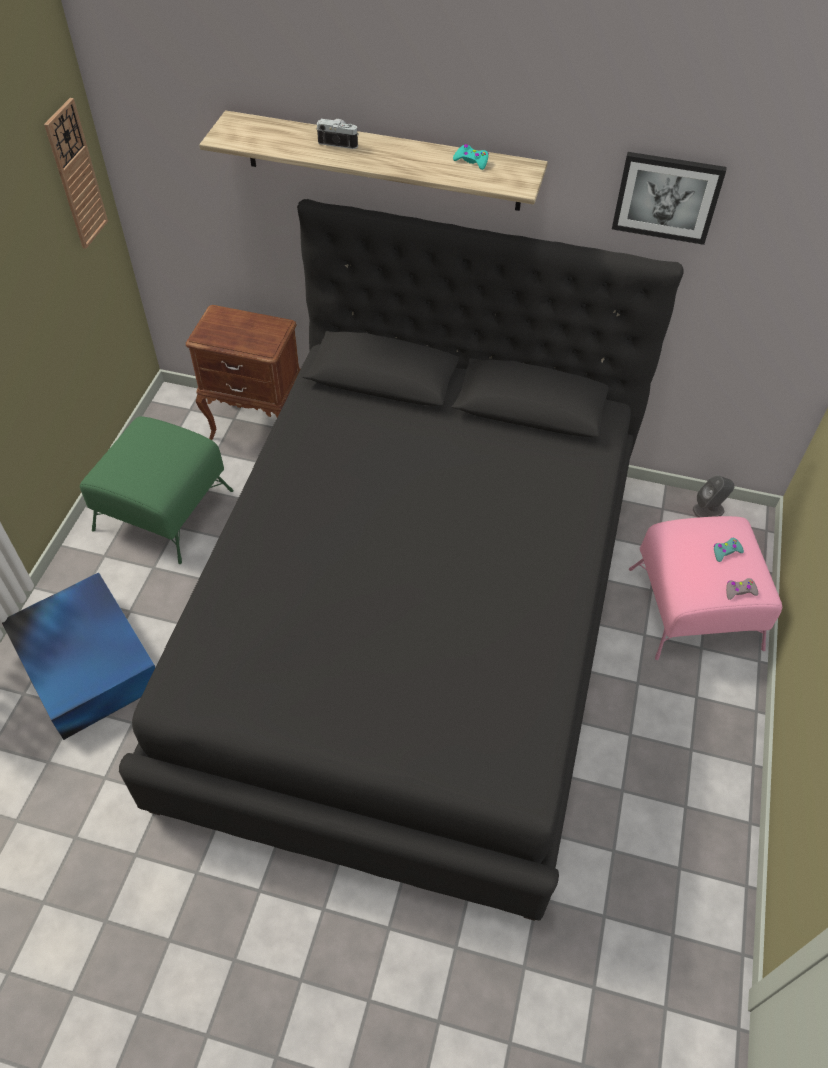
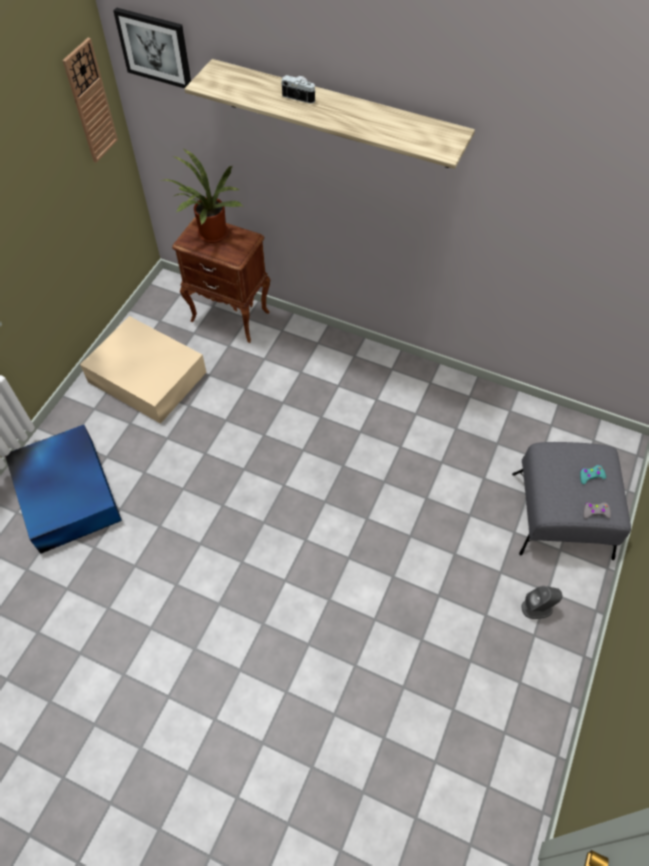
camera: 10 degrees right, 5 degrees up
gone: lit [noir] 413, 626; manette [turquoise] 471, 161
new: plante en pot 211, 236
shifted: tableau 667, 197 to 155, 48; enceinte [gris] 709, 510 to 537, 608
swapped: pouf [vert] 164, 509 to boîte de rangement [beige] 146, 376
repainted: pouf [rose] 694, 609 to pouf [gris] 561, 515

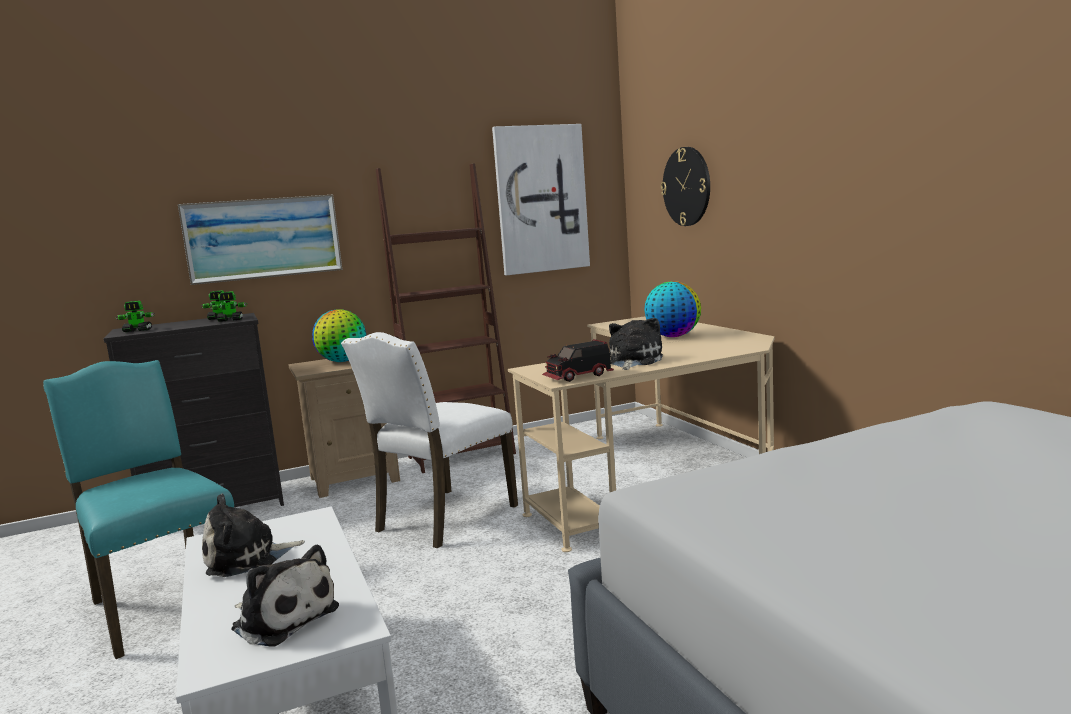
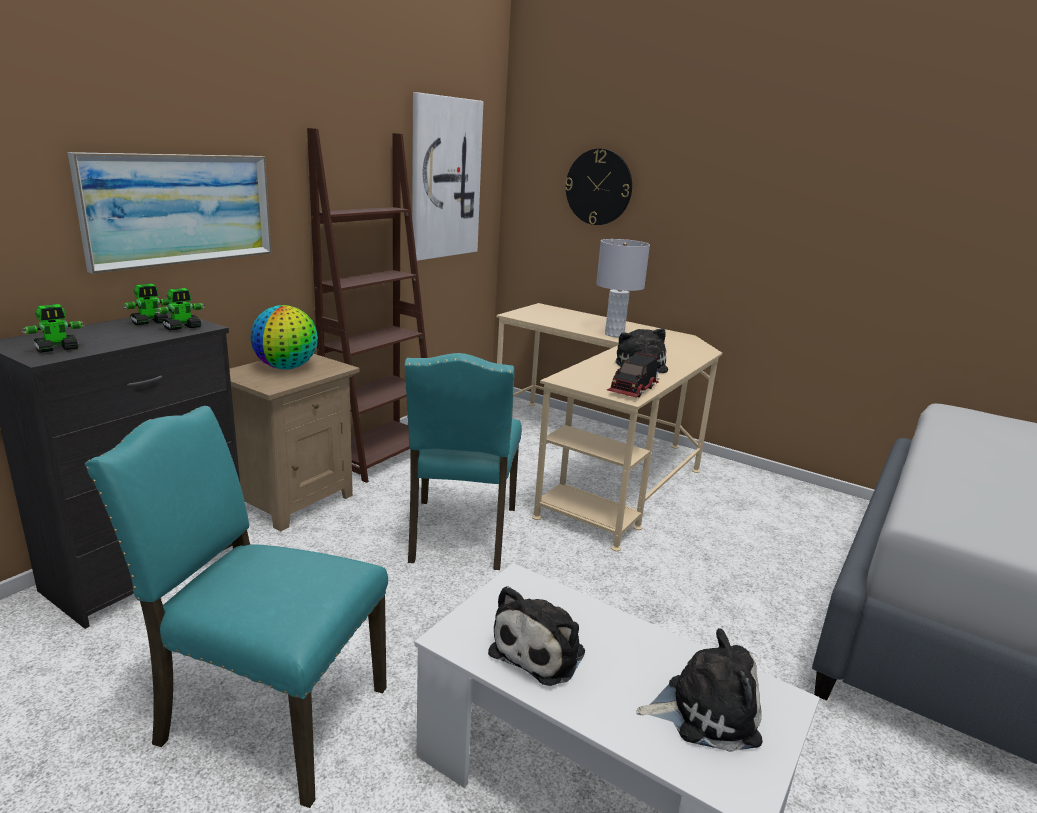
camera: 35 degrees left, 10 degrees up
swapped: globe 673, 336 to lampe de table [gris] 614, 334
repainted: chaise [blanc] 443, 519 to chaise [turquoise] 461, 535

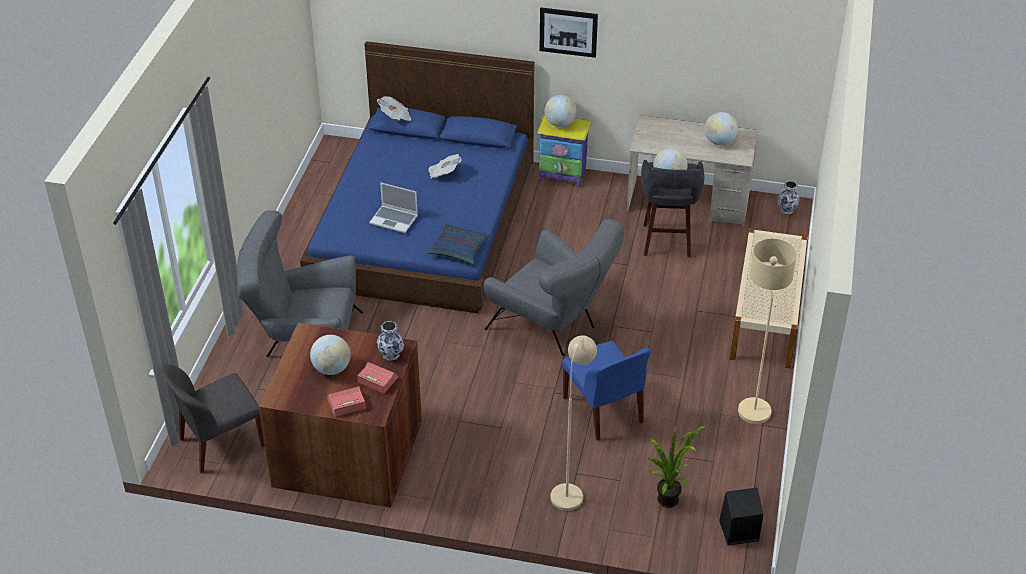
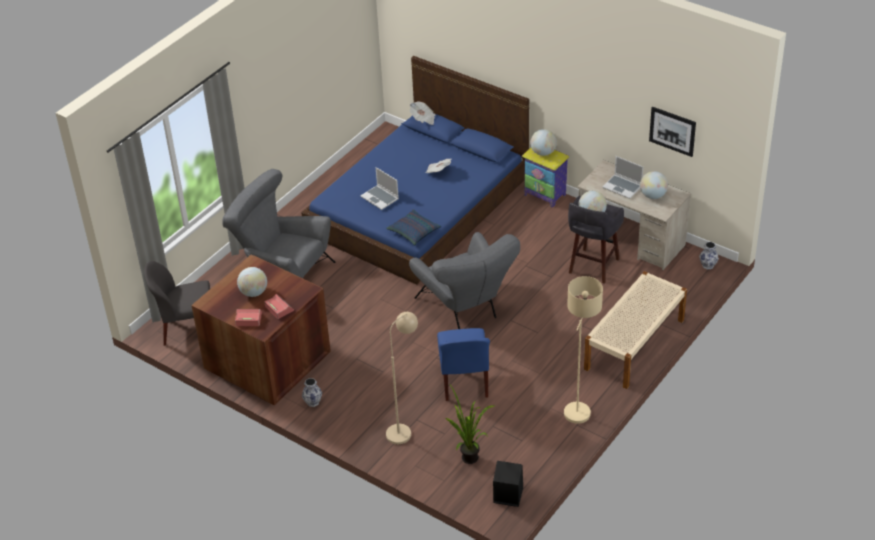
camera: 25 degrees right, 0 degrees up
new: ordinateur portable 623, 187
shifted: vase 390, 355 to 312, 402; tableau 568, 32 to 672, 131

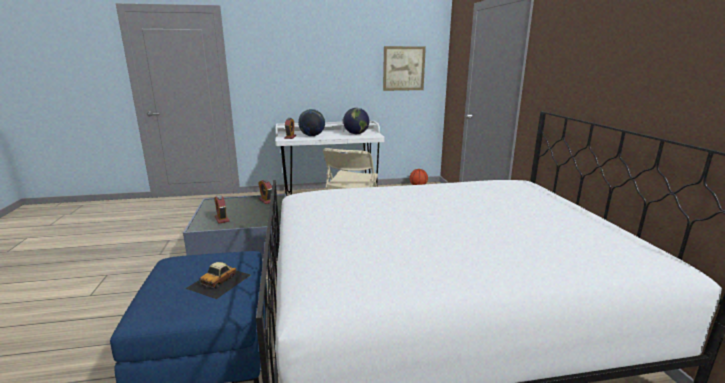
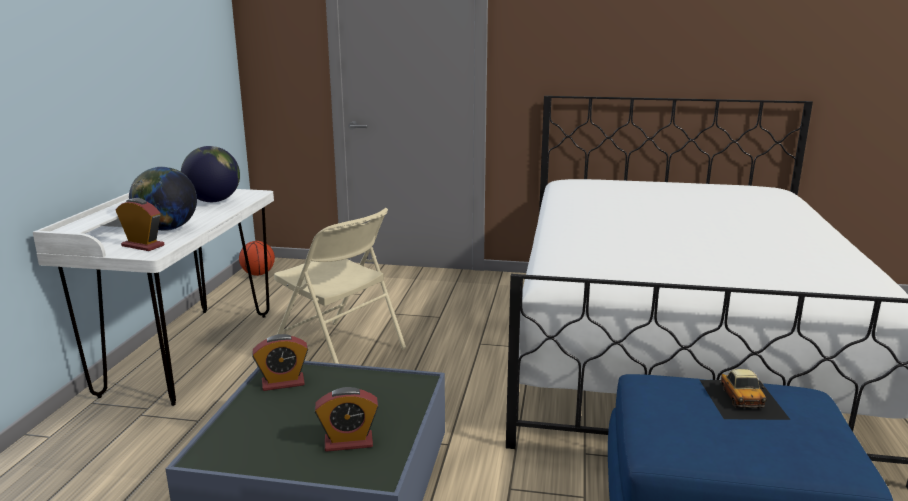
camera: 70 degrees left, 0 degrees up
gone: tableau 403, 68
rotated: petite voiture 219, 281 = 743, 398 45 degrees clockwise

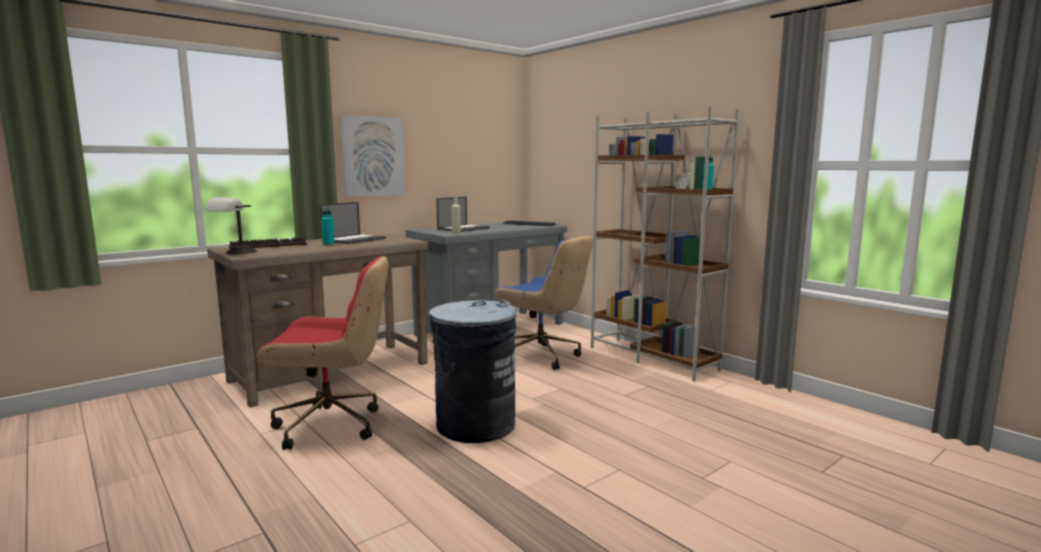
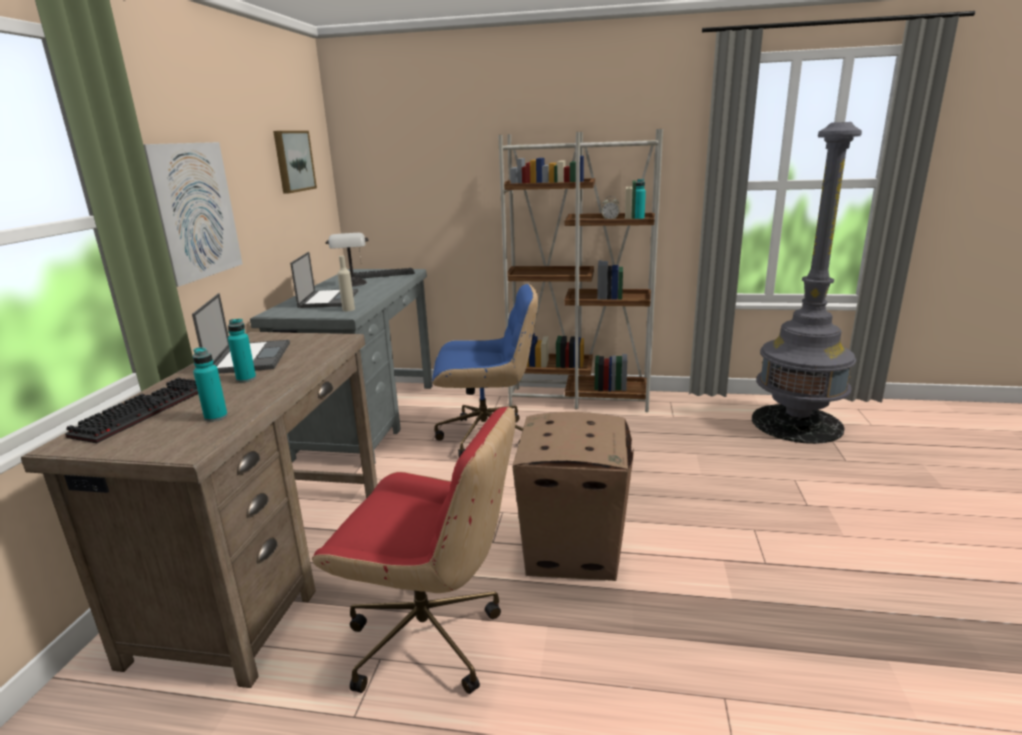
camera: 40 degrees left, 10 degrees up
new: bouteille [turquoise] 216, 417; tableau 293, 161; lampadaire [gris] 796, 423
shifted: lampe de table 236, 252 to 353, 284
swapped: poubelle [gris] 474, 425 to carton 573, 549
rotated: chaise de bureau [rouge] 332, 426 = 430, 643 60 degrees clockwise

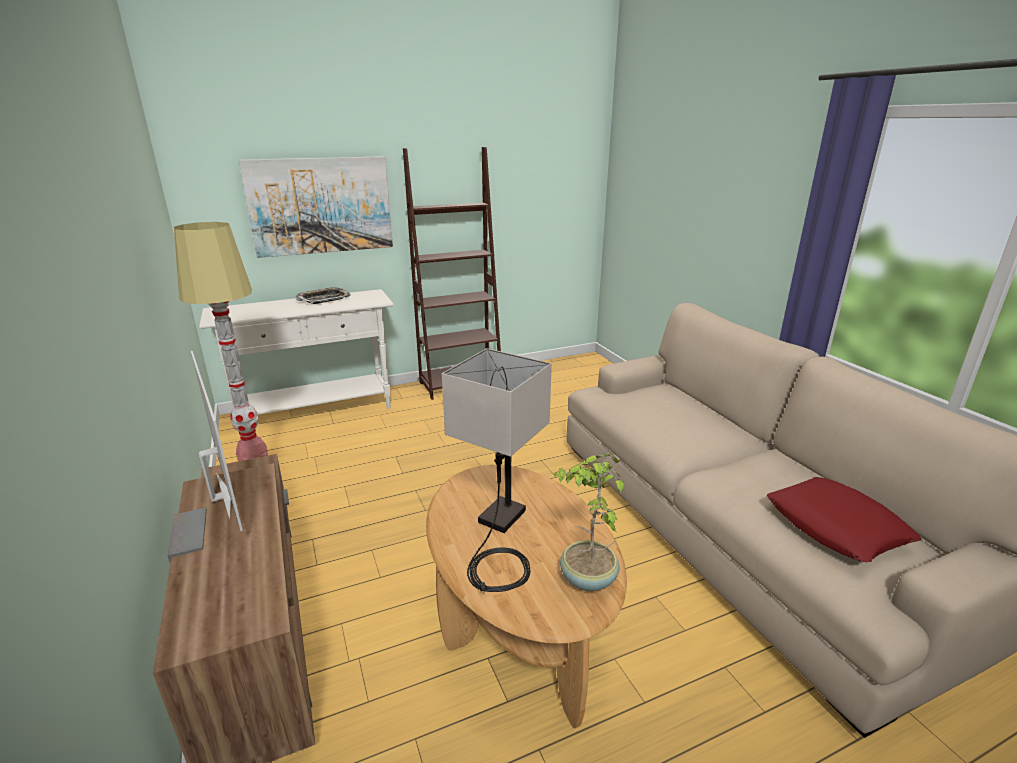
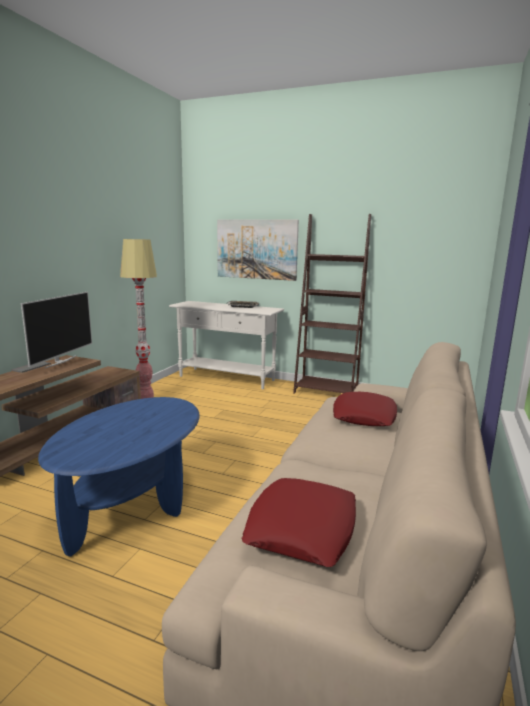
camera: 45 degrees right, 10 degrees down
gone: lampe de table 498, 538; plante en pot 587, 579
new: coussin [rouge] 364, 416
repainted: table basse [marron] 519, 625 to table basse [bleu] 133, 503

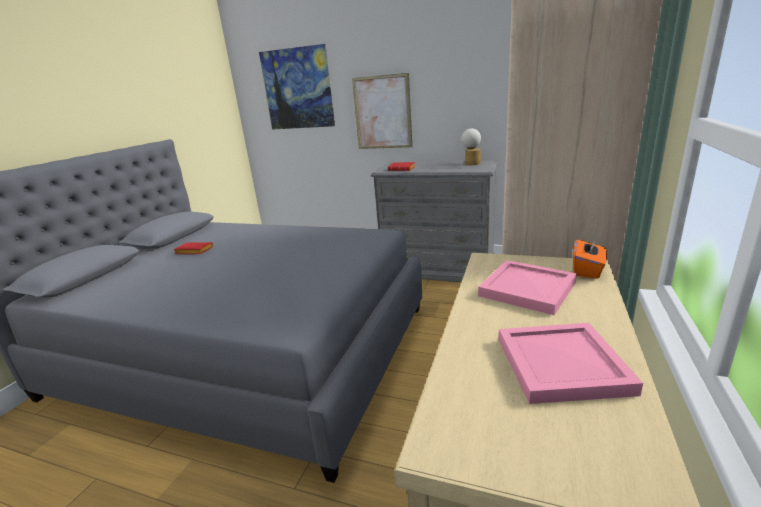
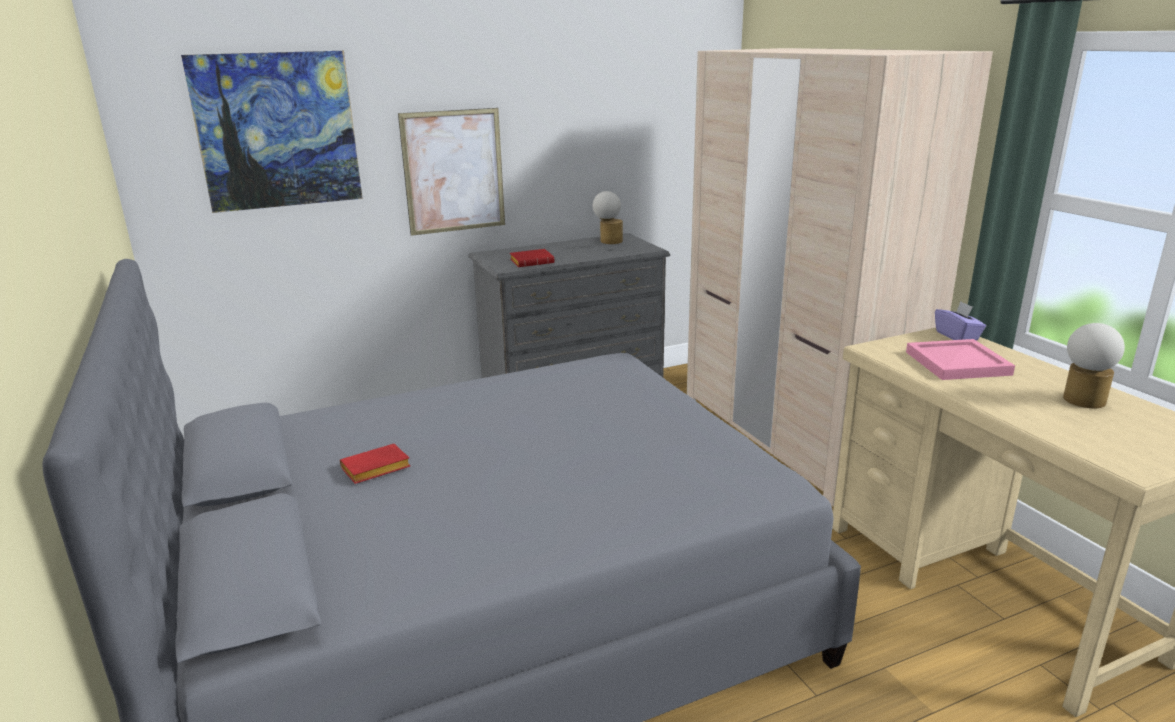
camera: 45 degrees left, 0 degrees up
swapped: plateau [rose] 562, 363 to lampe de table 1081, 402
repainted: boîte à mouchoirs [orange] 587, 270 to boîte à mouchoirs [violet] 957, 336

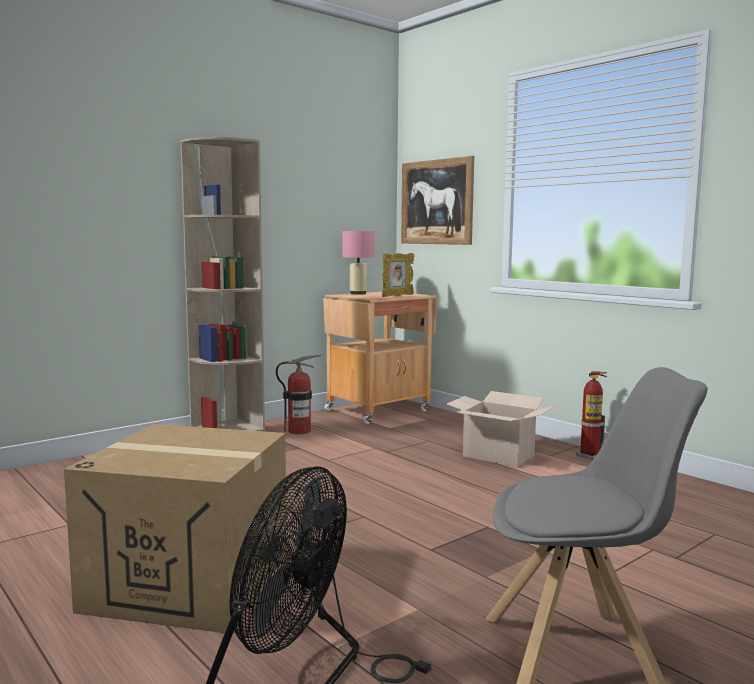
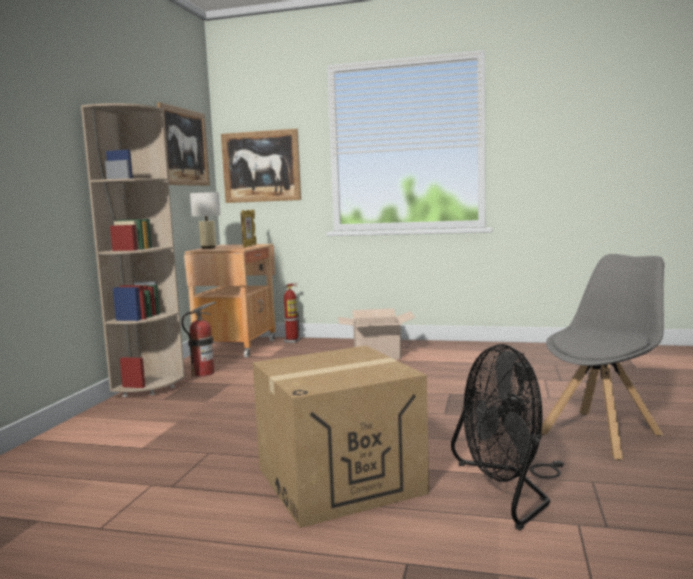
camera: 35 degrees left, 0 degrees up
new: tableau 184, 147
shifted: extincteur 590, 456 to 292, 341
repainted: lampe de table [rose] 357, 293 to lampe de table [blanc] 208, 248

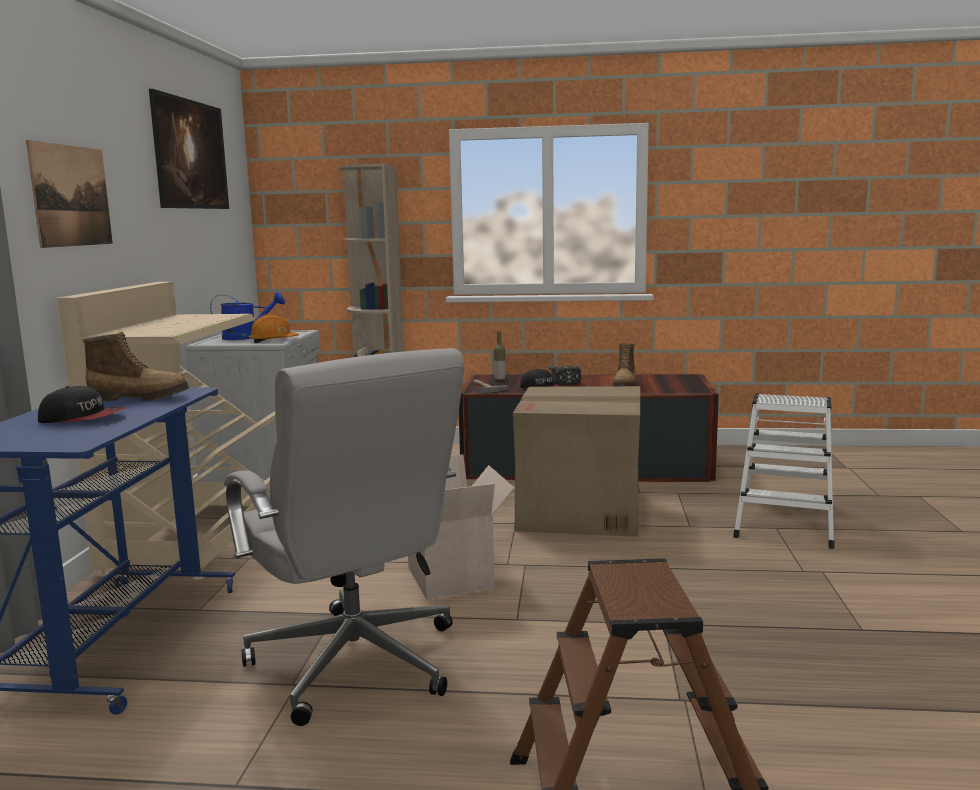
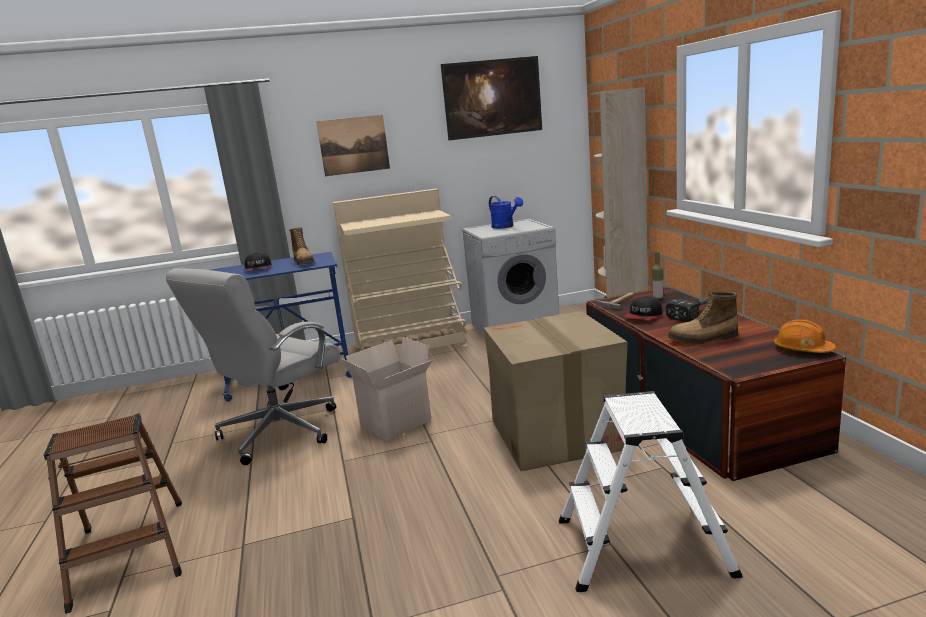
camera: 70 degrees right, 5 degrees up
shifted: casque de chantier [orange] 273, 341 to 802, 349

